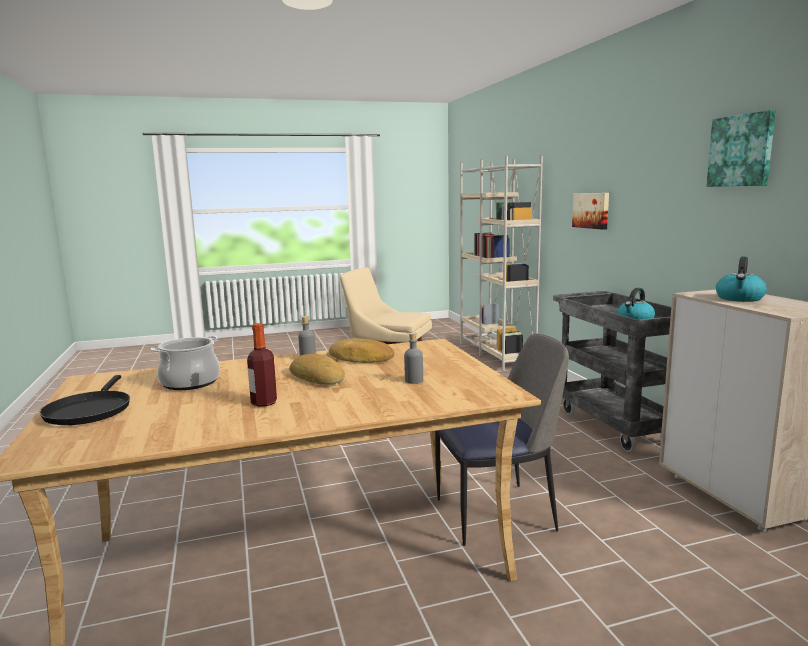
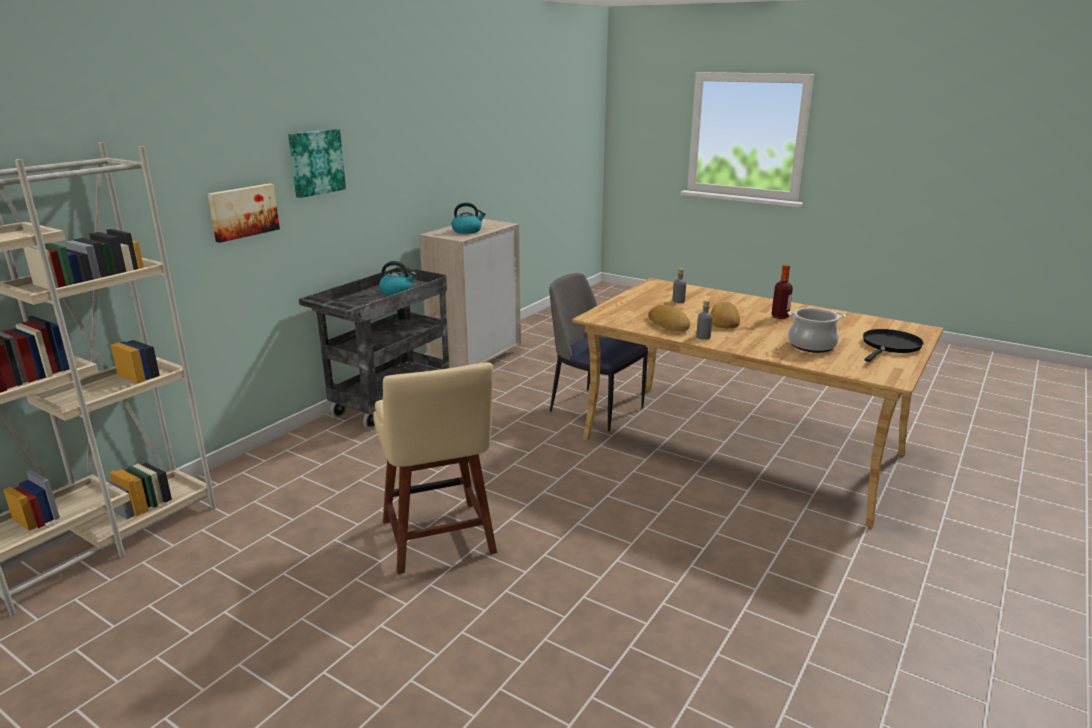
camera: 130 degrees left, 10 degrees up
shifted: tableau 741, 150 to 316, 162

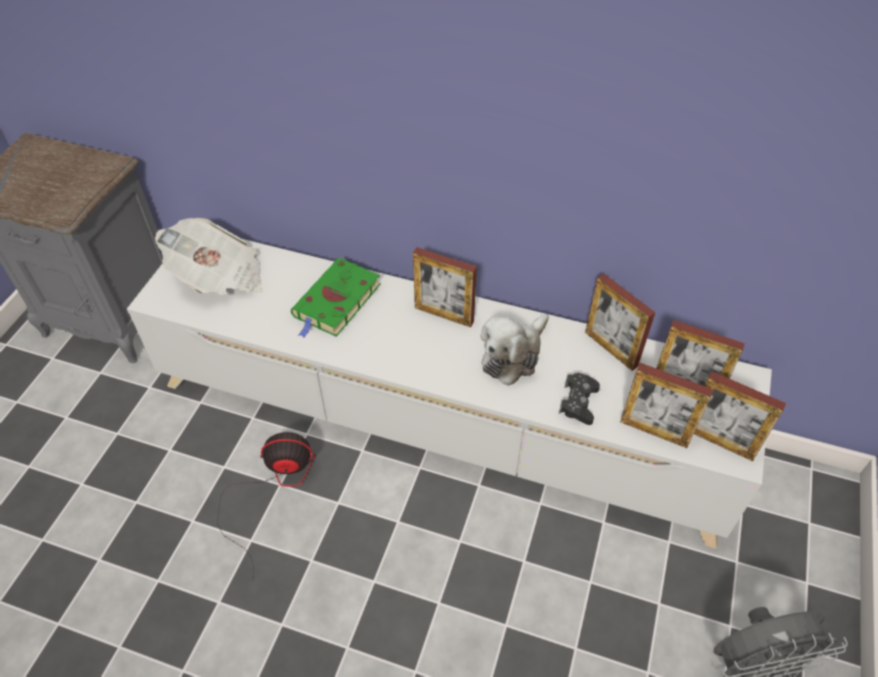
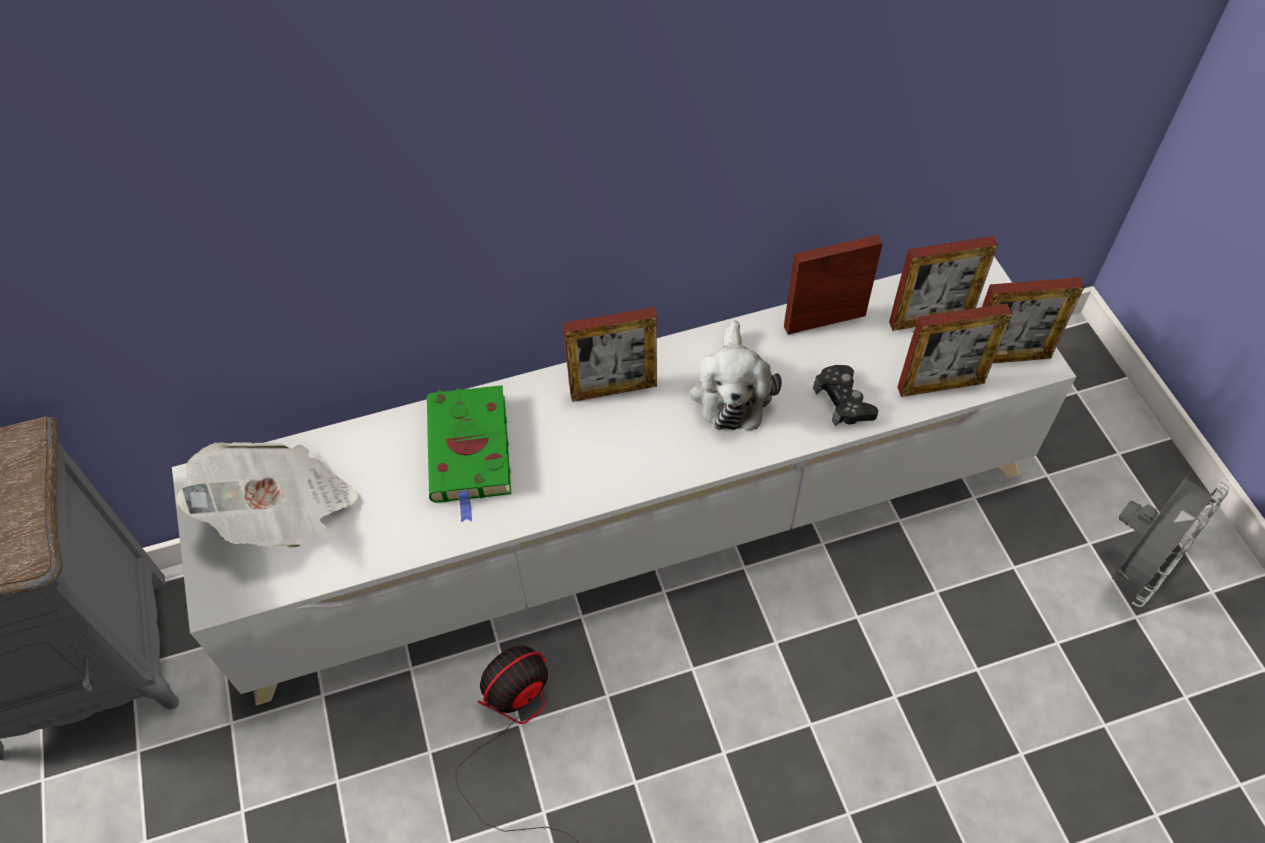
camera: 35 degrees left, 5 degrees up
rotated: cadre photo 611, 349 = 824, 321 150 degrees clockwise

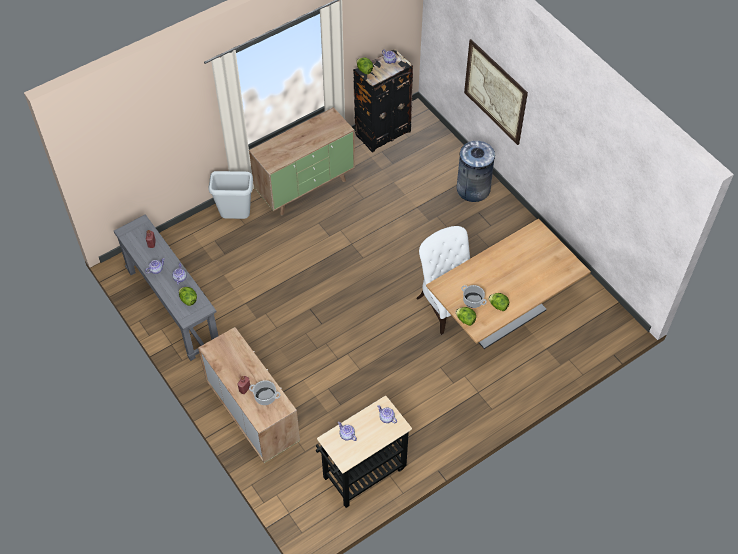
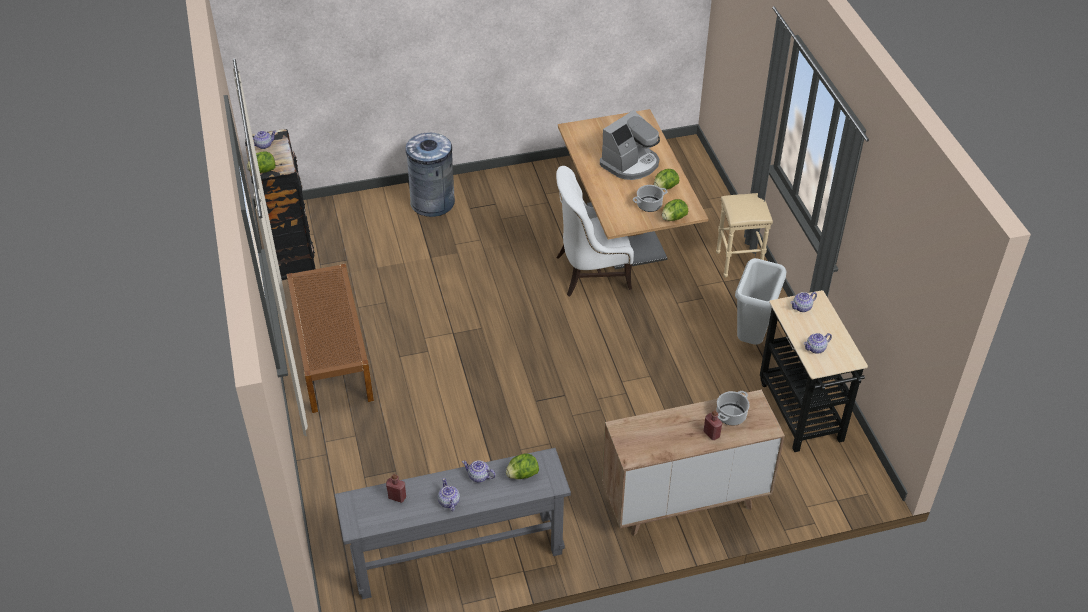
camera: 70 degrees left, 10 degrees down
gone: tableau 495, 92
new: machine à café 630, 164; tabouret [beige] 739, 263
shifted: poubelle [gris] 235, 218 to 752, 338
swapped: commode 305, 187 to banc [marron] 331, 354

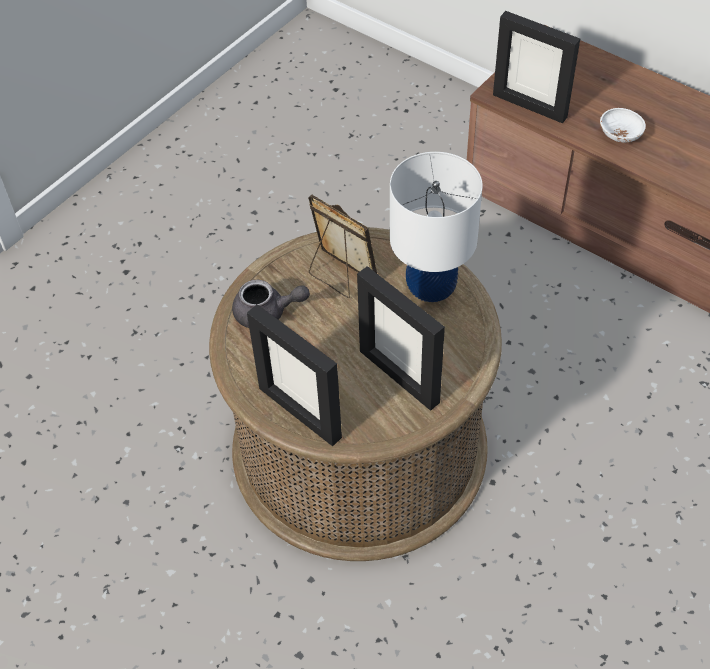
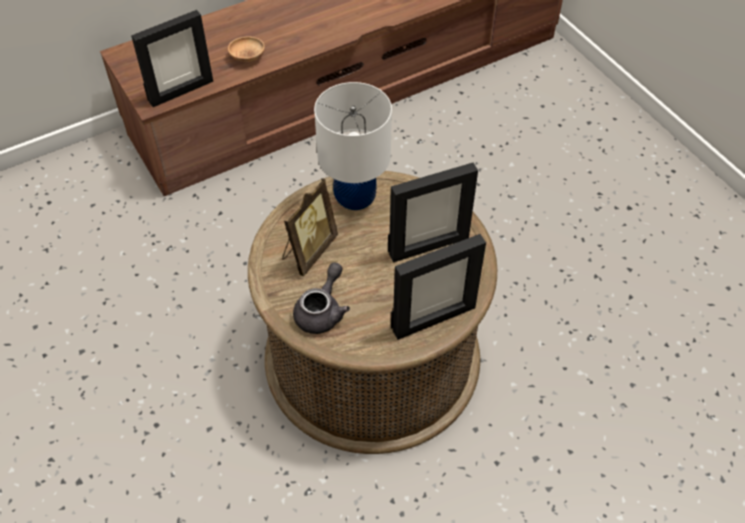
camera: 70 degrees left, 0 degrees up
repainted: bol [blanc] 620, 135 to bol [marron] 247, 57
rotated: cadre photo 339, 276 = 308, 251 150 degrees clockwise

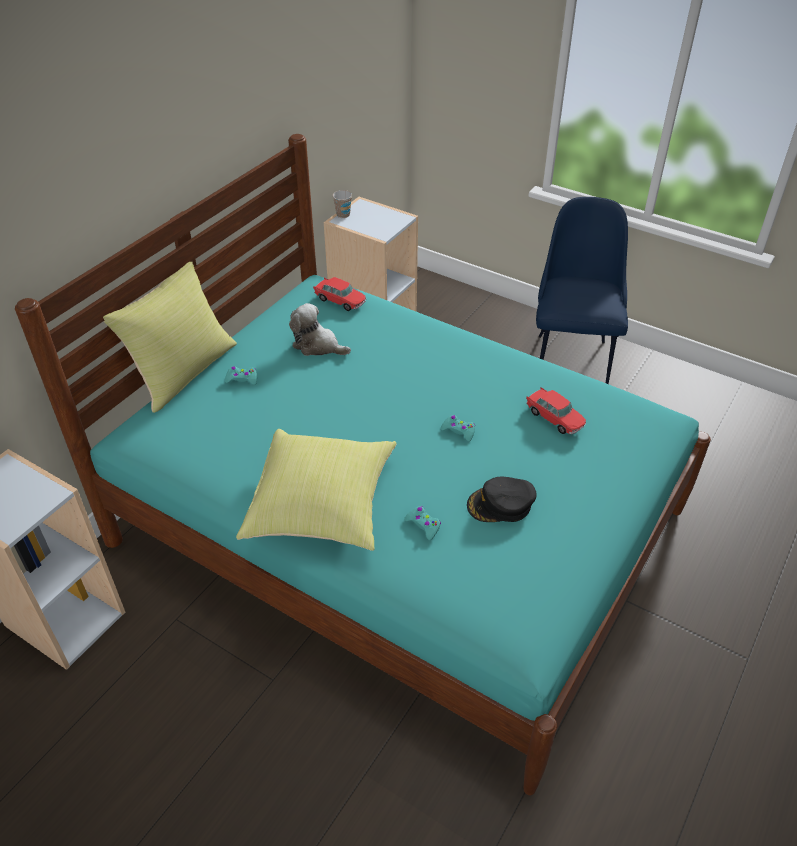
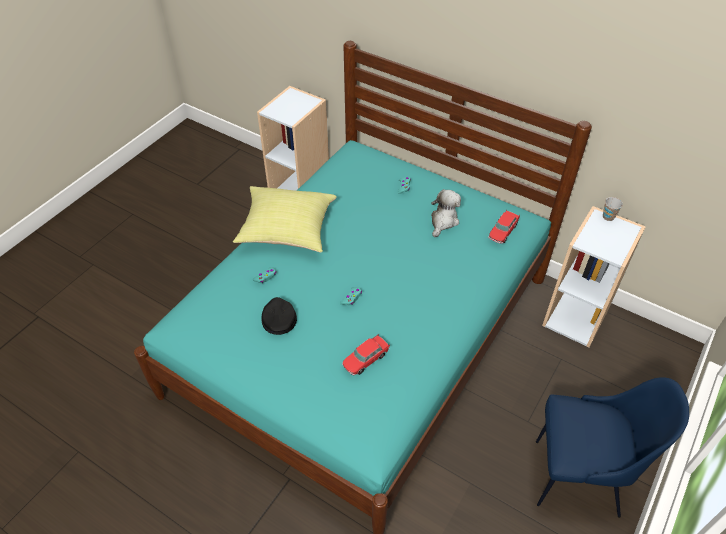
camera: 90 degrees right, 5 degrees up
gone: coussin [jaune] 183, 372

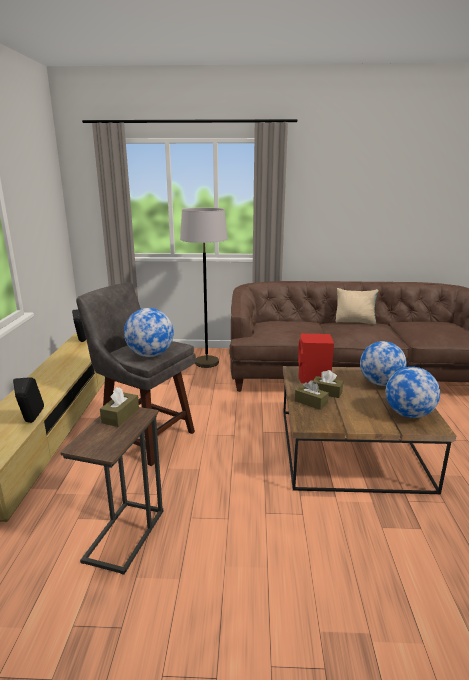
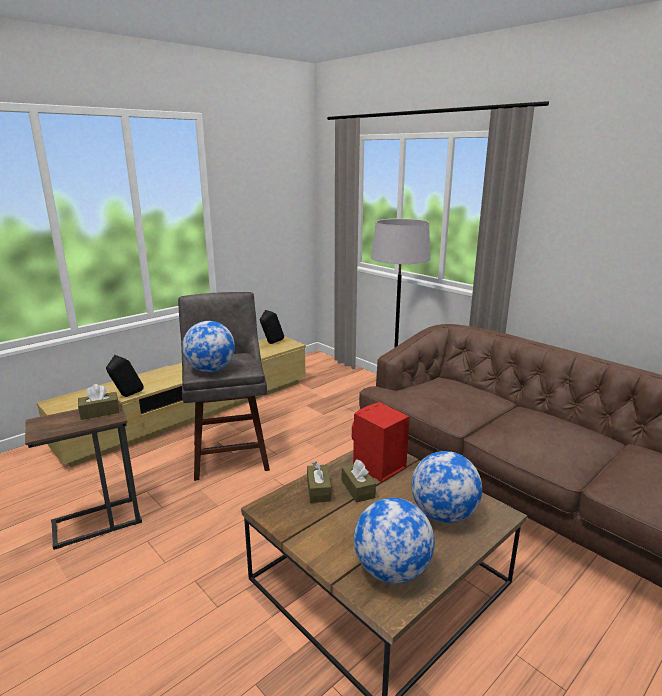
camera: 45 degrees right, 0 degrees up
gone: coussin [beige] 355, 322

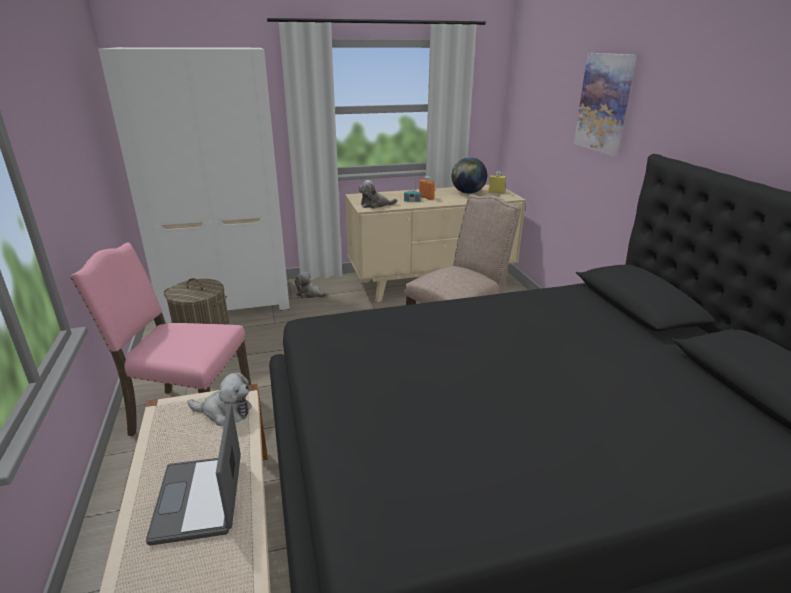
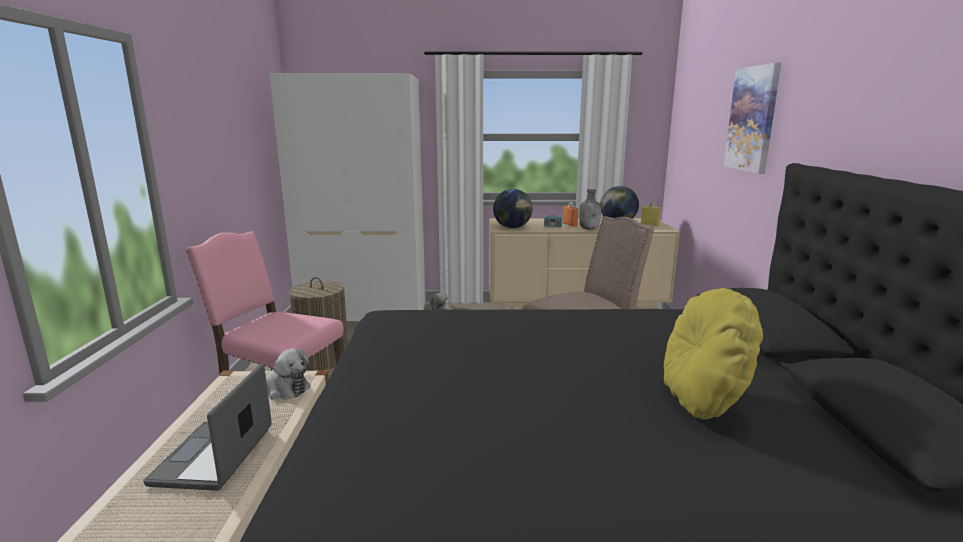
camera: 15 degrees right, 10 degrees down
new: bouteille [gris] 589, 229; coussin [jaune] 702, 402
swapped: peluche 375, 205 to globe 512, 227

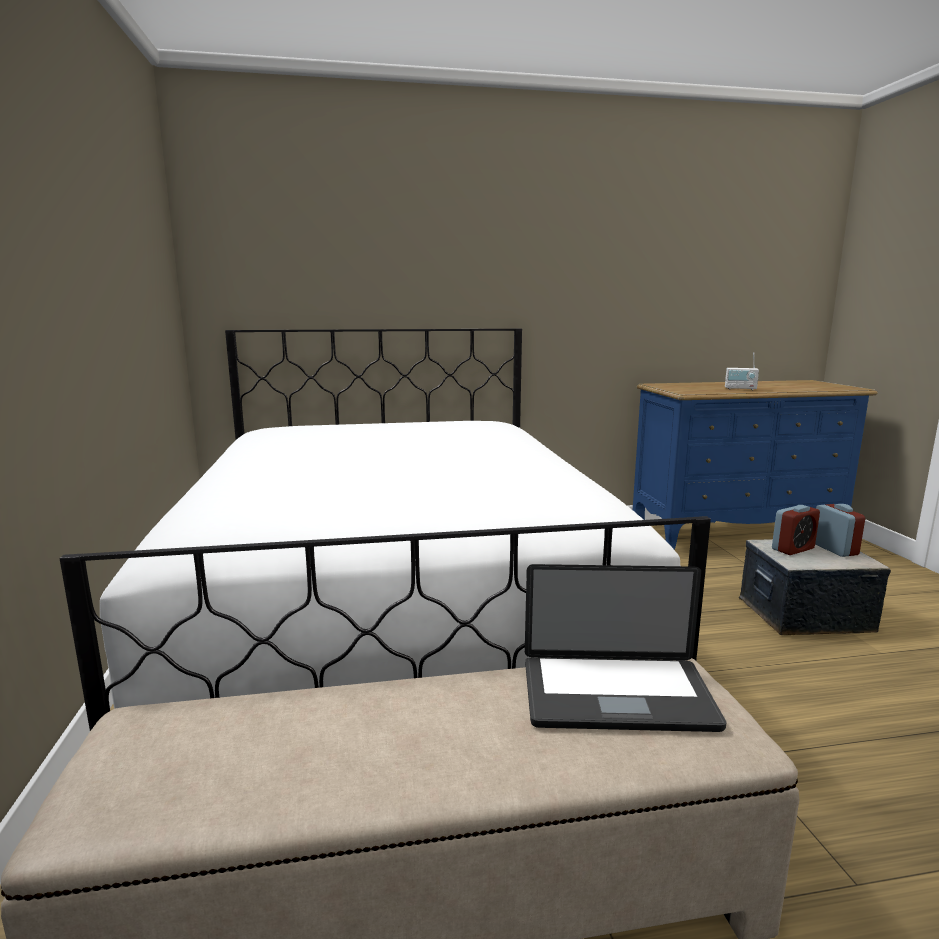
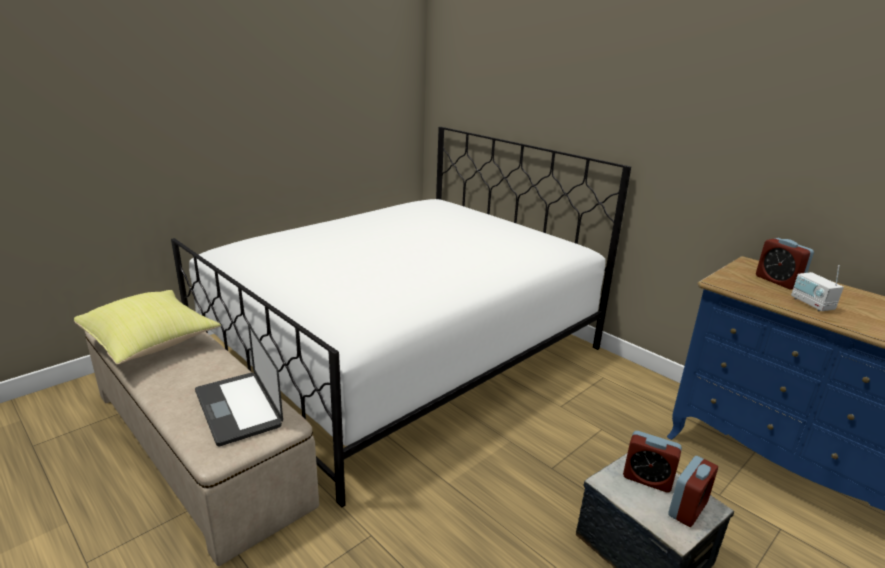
camera: 55 degrees right, 10 degrees up
new: coussin [jaune] 151, 343; réveil 778, 281

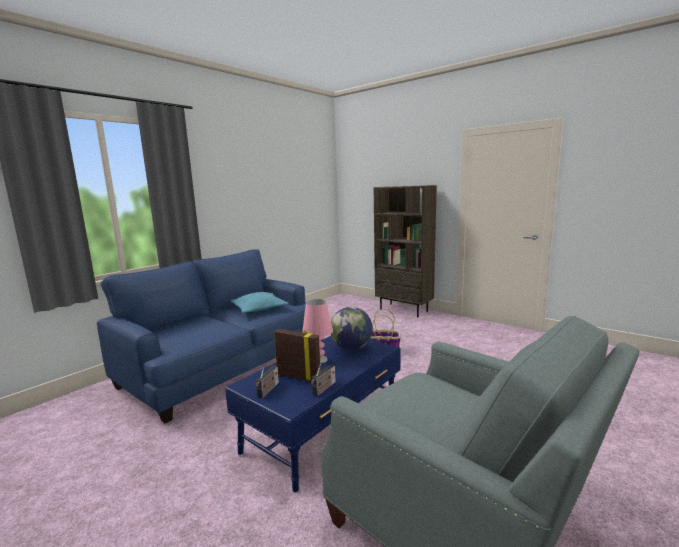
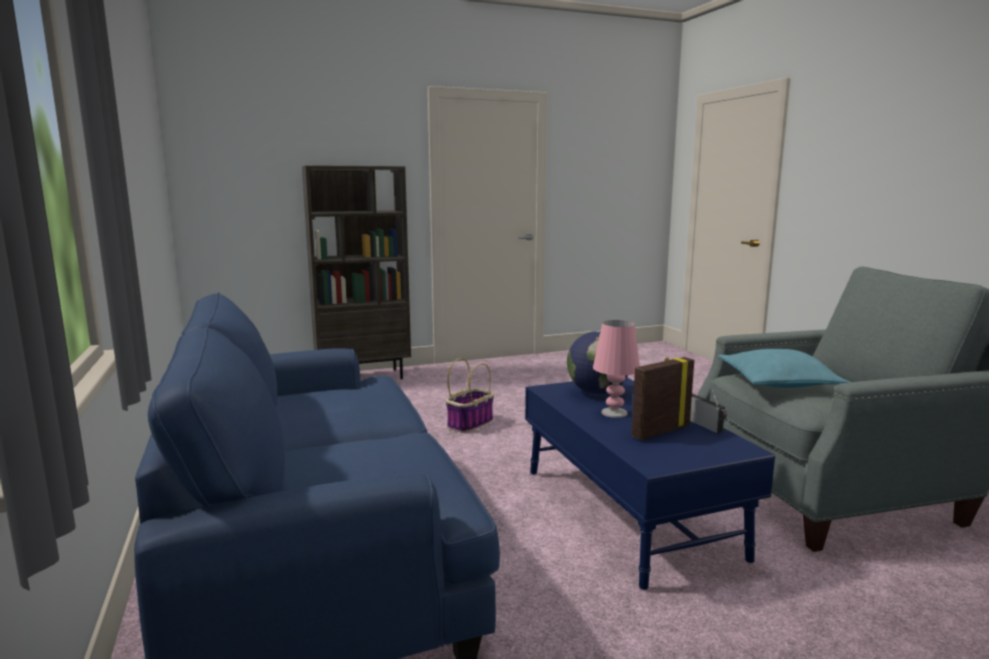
camera: 60 degrees left, 0 degrees up
gone: radio 268, 391
shifted: coussin [turquoise] 259, 309 to 778, 383

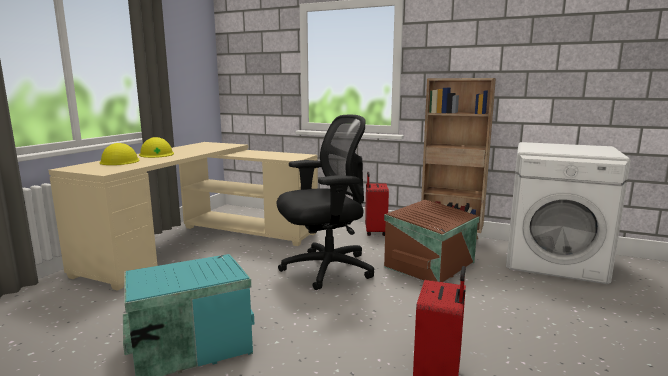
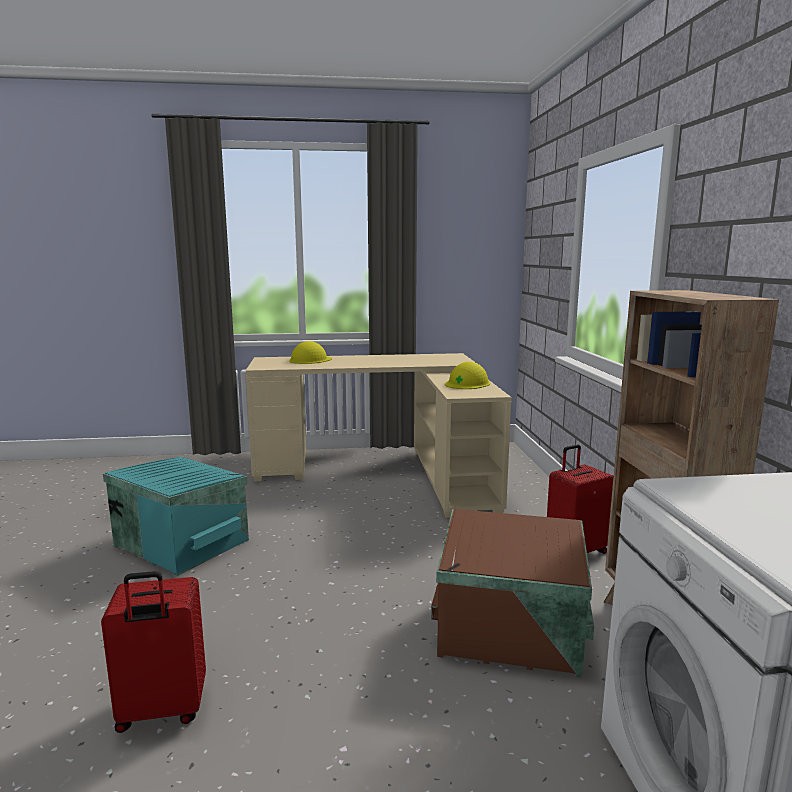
camera: 60 degrees right, 0 degrees up
gone: chaise de bureau [noir] 323, 271
shifted: casque de chantier [jaune] 156, 154 to 467, 383

